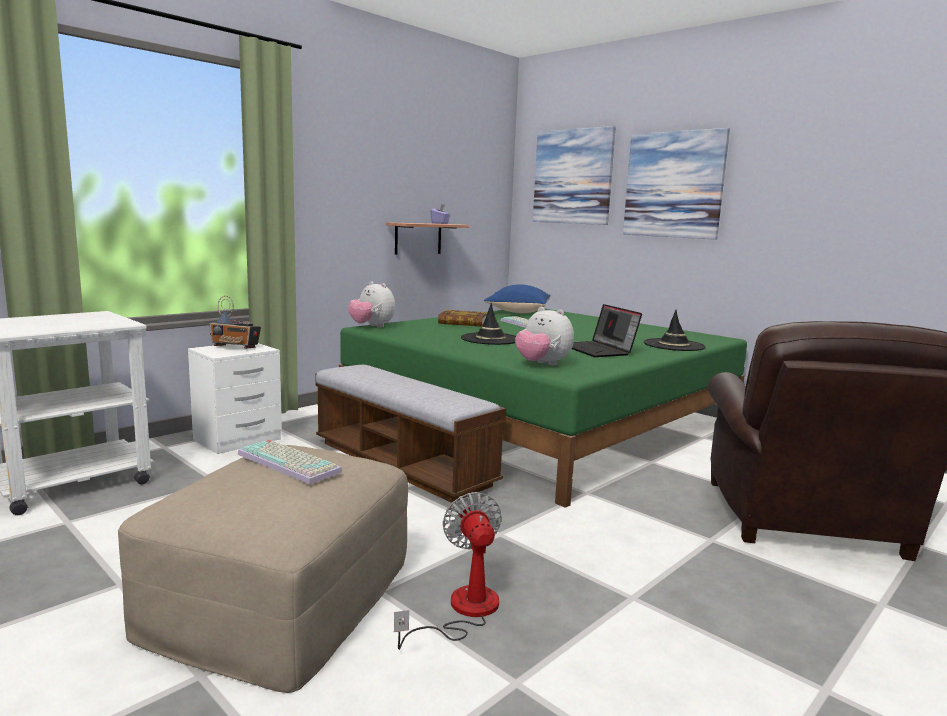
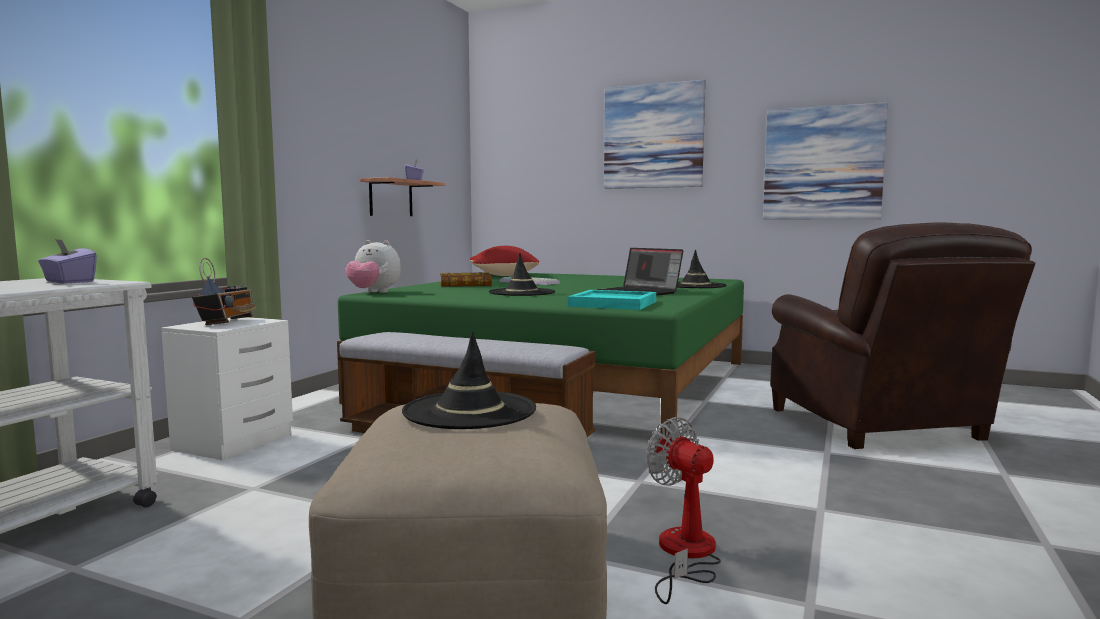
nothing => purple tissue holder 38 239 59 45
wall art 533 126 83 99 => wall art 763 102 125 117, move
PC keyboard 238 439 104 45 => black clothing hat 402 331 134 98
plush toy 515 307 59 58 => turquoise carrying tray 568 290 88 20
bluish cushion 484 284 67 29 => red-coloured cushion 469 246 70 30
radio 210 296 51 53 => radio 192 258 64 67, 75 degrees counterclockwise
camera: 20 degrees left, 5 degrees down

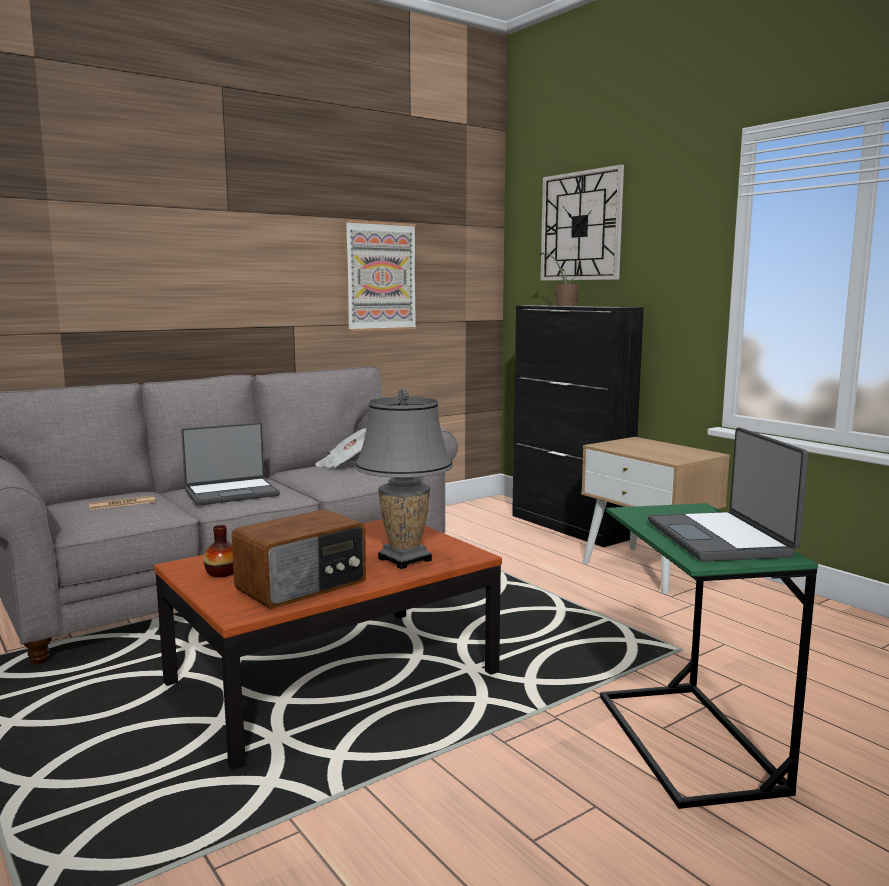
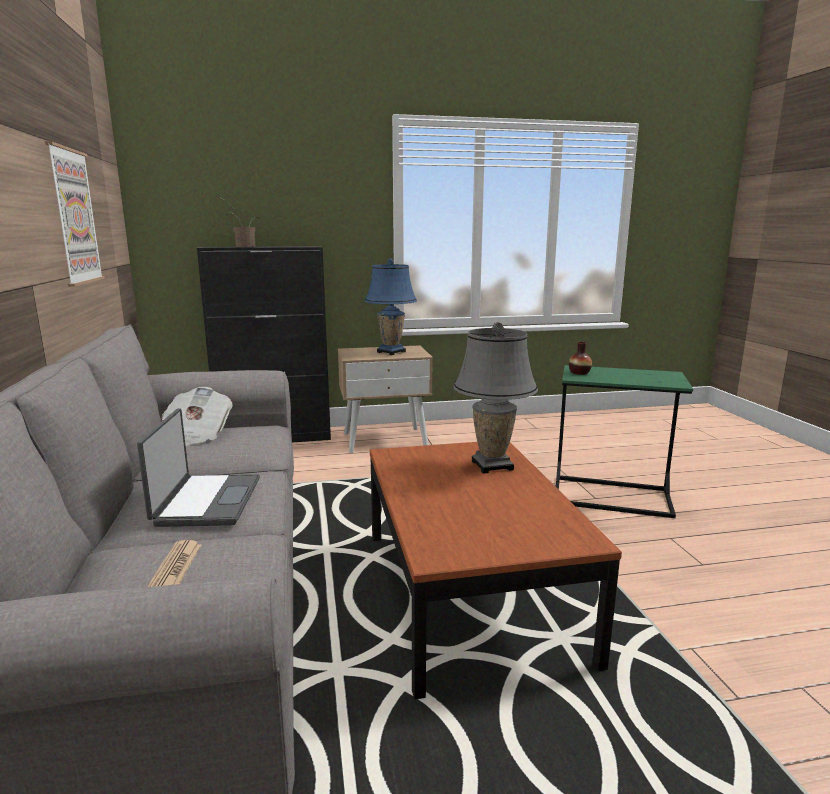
radio 232 509 134 100 => nothing
clock on the wall 540 164 84 117 => nothing
laptop 648 427 160 135 => nothing
nothing => bluish table lamp 365 259 52 96
decorative vase 204 525 30 52 => decorative vase 569 342 23 33, move
camera: 65 degrees left, 5 degrees up

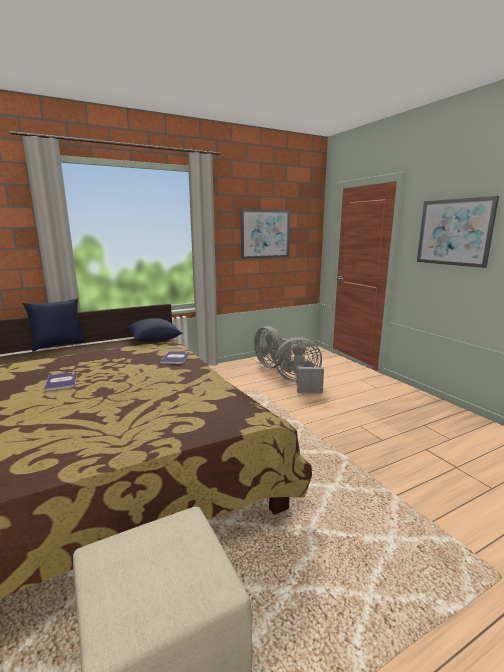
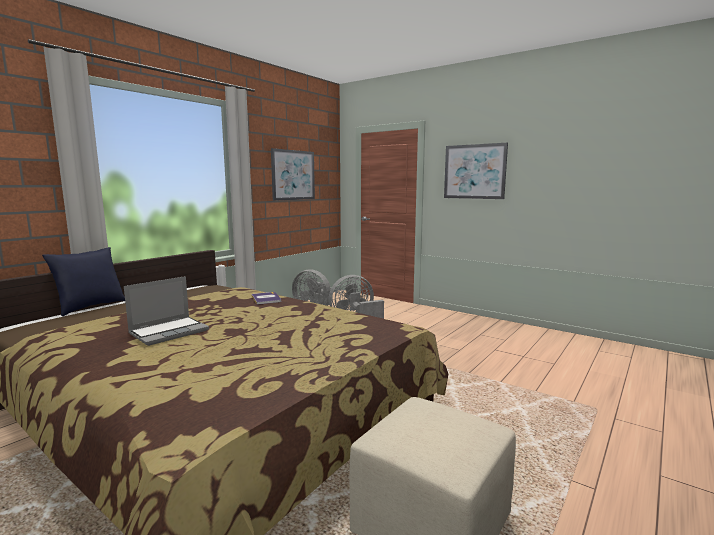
bluish cushion 125 318 57 24 => nothing
volume 44 372 33 20 => laptop 124 276 85 70
camera: 25 degrees left, 5 degrees down

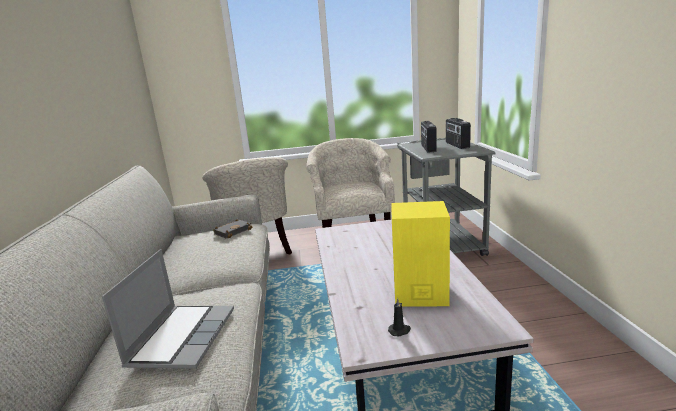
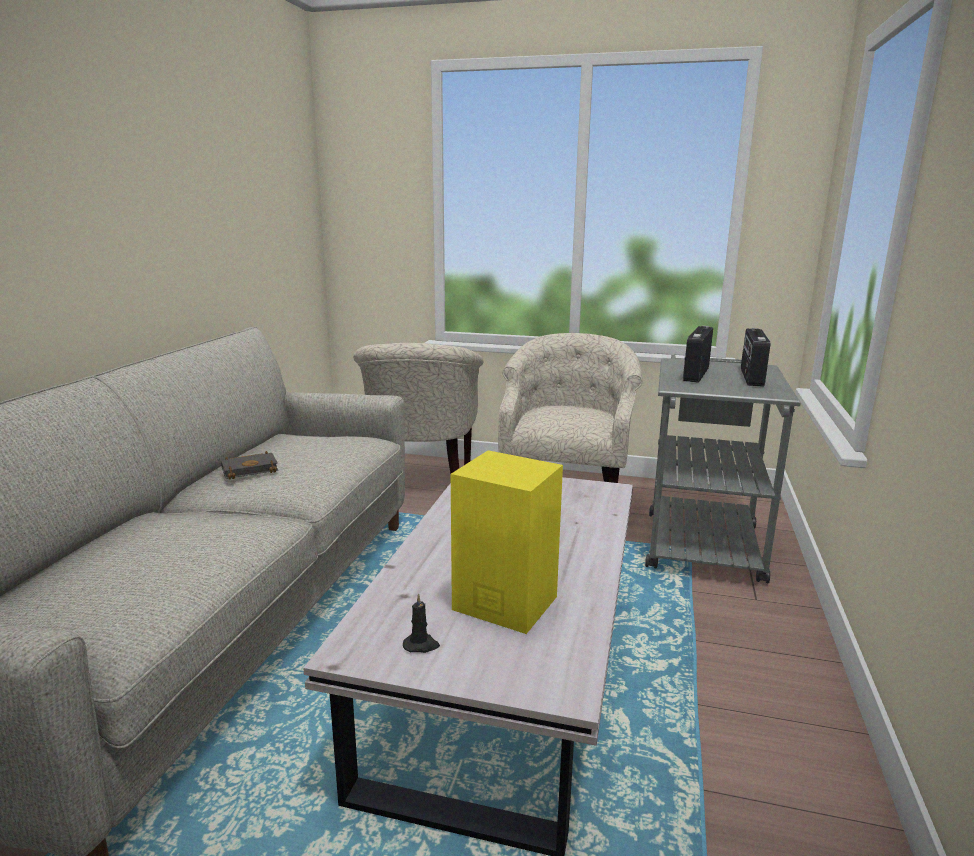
laptop 102 249 132 120 => nothing
black volume 213 219 39 19 => black volume 221 451 57 29, move
camera: 20 degrees right, 0 degrees up

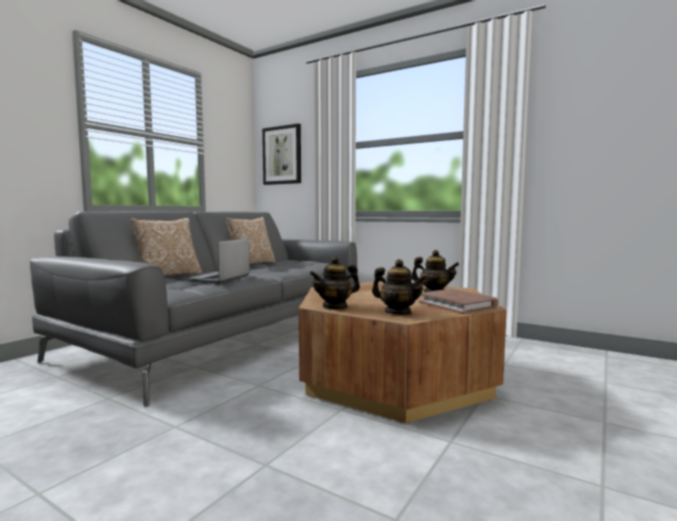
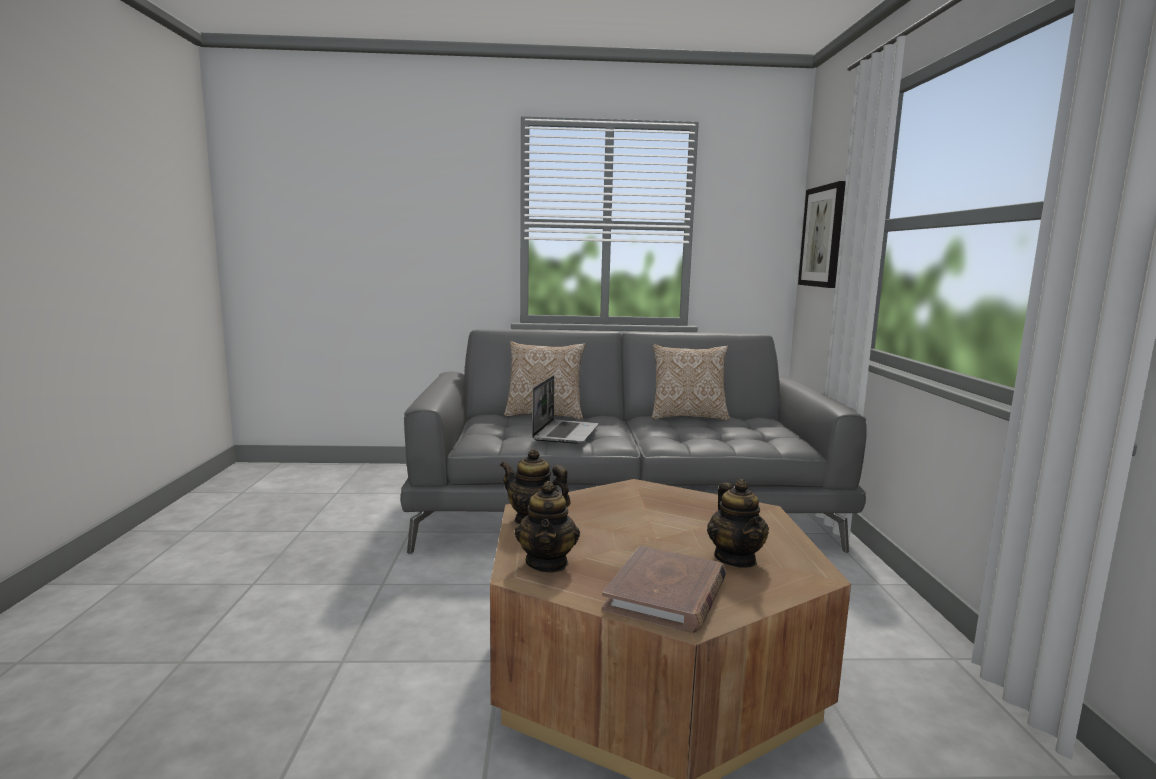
laptop 186 238 64 45 => laptop 532 375 67 69, 120 degrees clockwise
camera: 55 degrees right, 5 degrees up

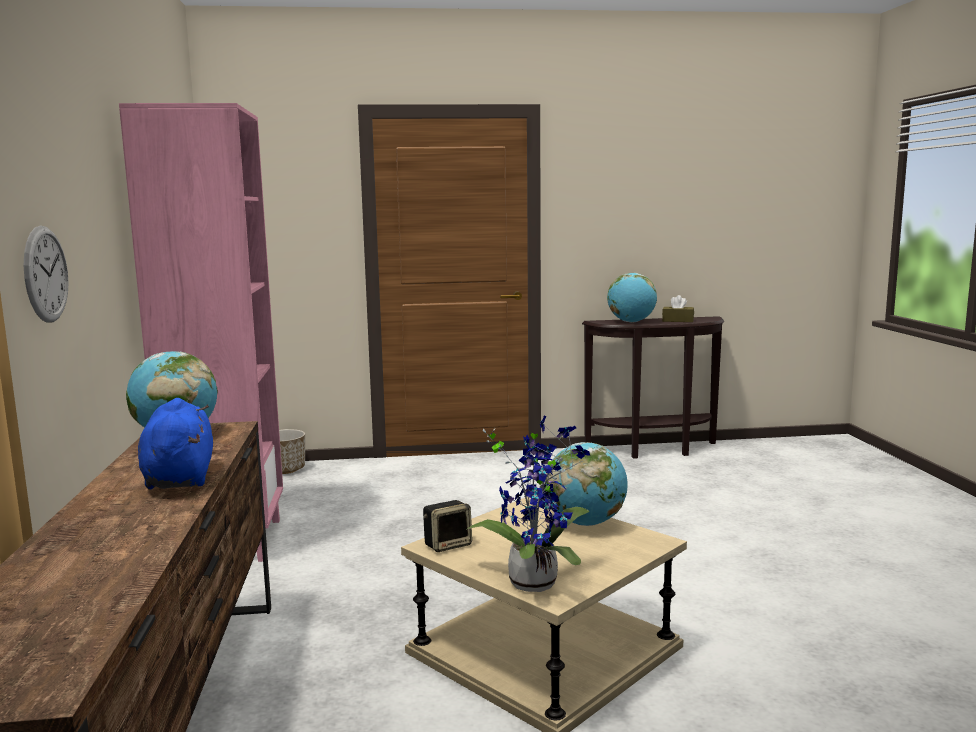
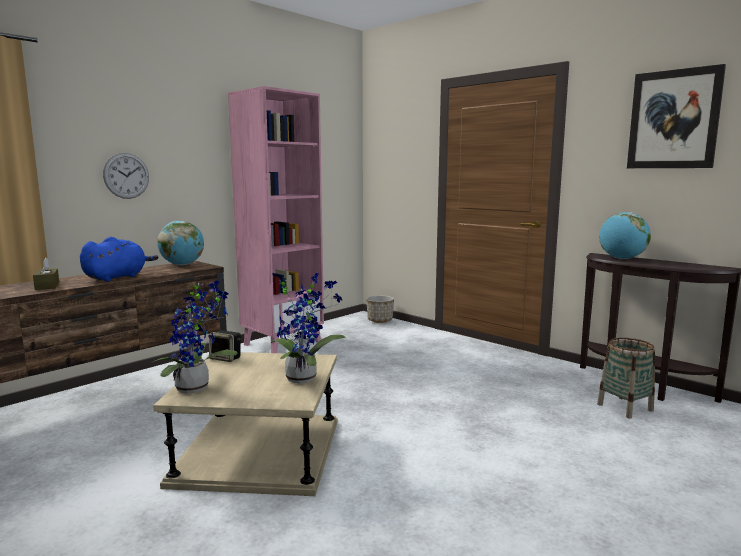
nothing => basket 597 338 58 81
nothing => wall art 627 64 99 104
brown-coloured tissue holder 662 295 32 27 => brown-coloured tissue holder 33 258 26 32, move
world globe 545 442 83 84 => houseplant 270 273 75 111
camera: 50 degrees right, 0 degrees up

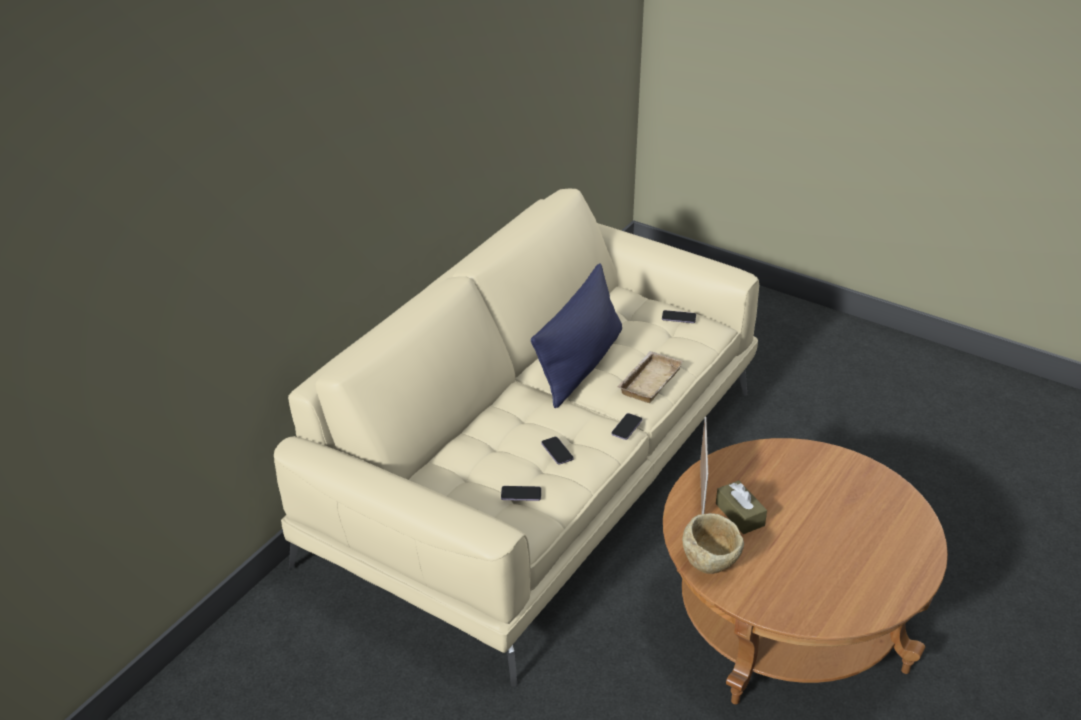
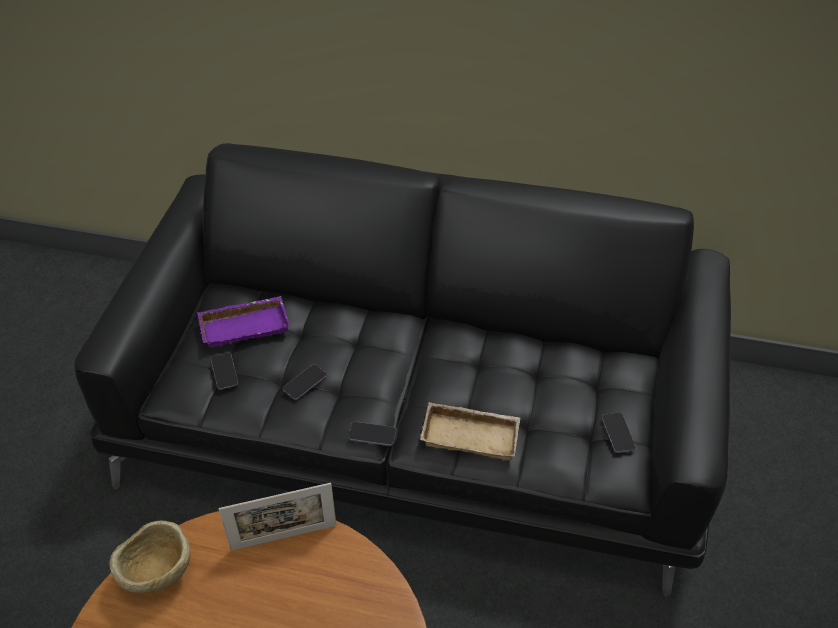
bluish cushion 531 263 91 145 => nothing
brown-coloured tissue holder 716 480 51 54 => nothing
nothing => purple carrying tray 197 296 93 52
sand-coloured settee 274 189 485 498 => black settee 74 143 657 454
camera: 70 degrees right, 10 degrees up

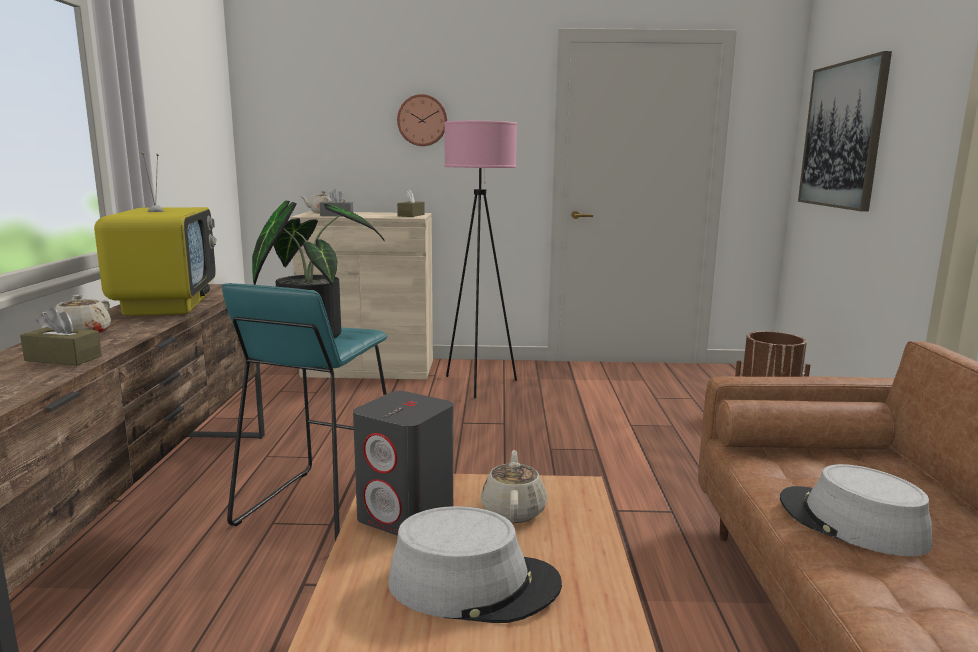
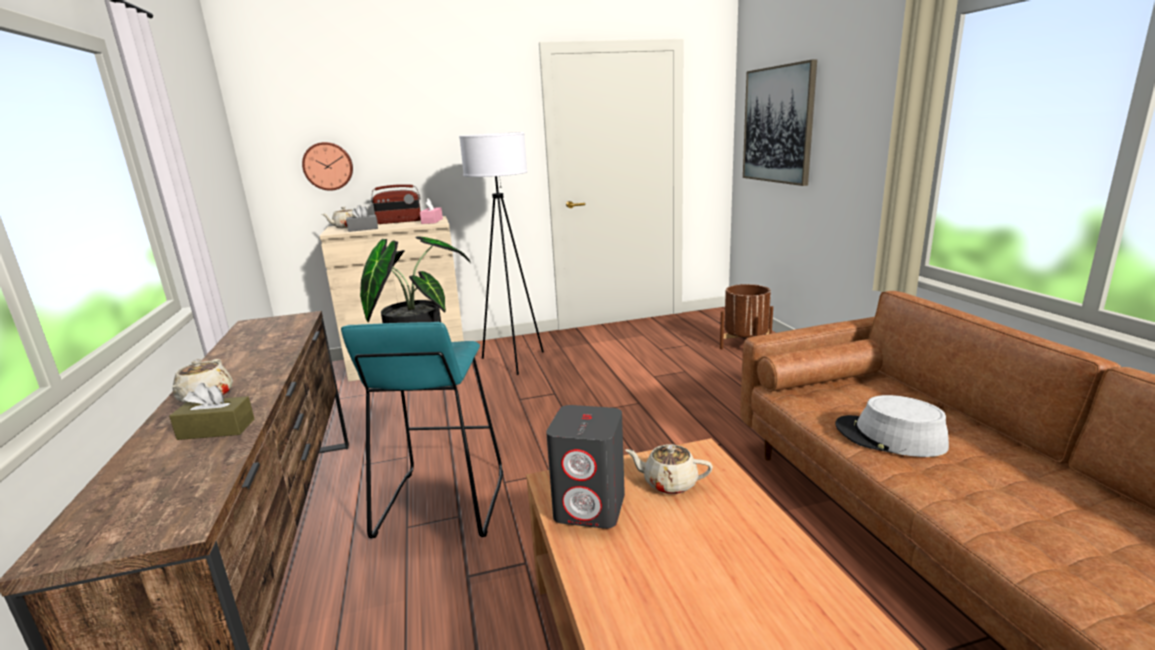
TV set 94 152 122 164 => nothing
greyish clothing hat 388 506 174 117 => nothing
nothing => radio 371 184 50 40
clock on the wall 397 94 50 52 => clock on the wall 302 142 51 49, move
brown-coloured tissue holder 397 190 28 27 => pink tissue holder 420 198 23 26
pink standard lamp 444 121 73 277 => white standard lamp 459 132 85 243
sand-coloured pot for tea 481 450 66 73 => sand-coloured pot for tea 625 445 88 49, 60 degrees counterclockwise
camera: 15 degrees left, 5 degrees up

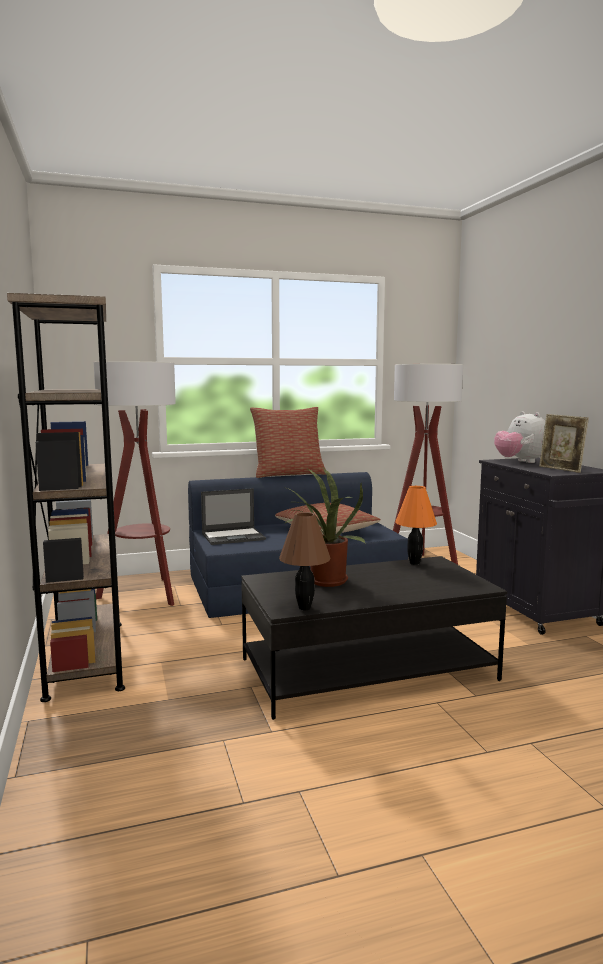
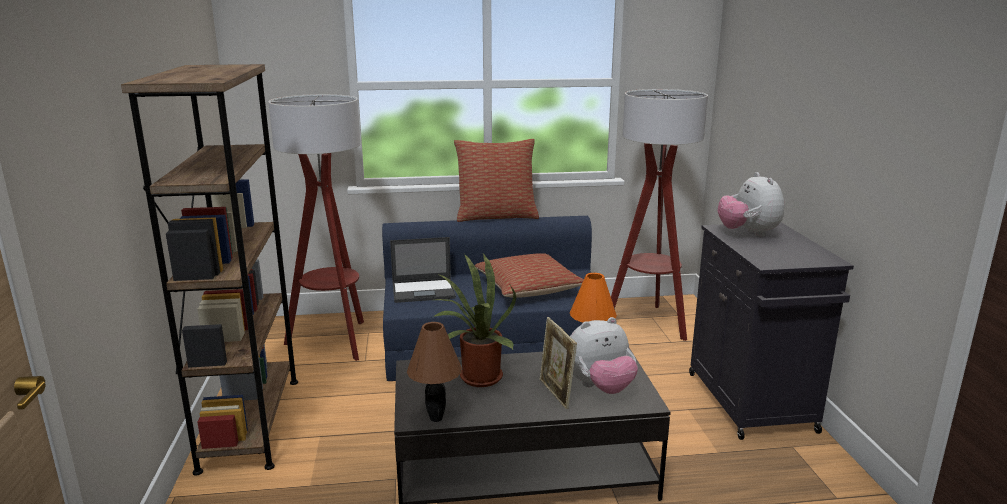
nothing => plush toy 570 317 68 77
picture frame 539 414 50 59 => picture frame 540 317 37 92, move
camera: 10 degrees right, 10 degrees up

